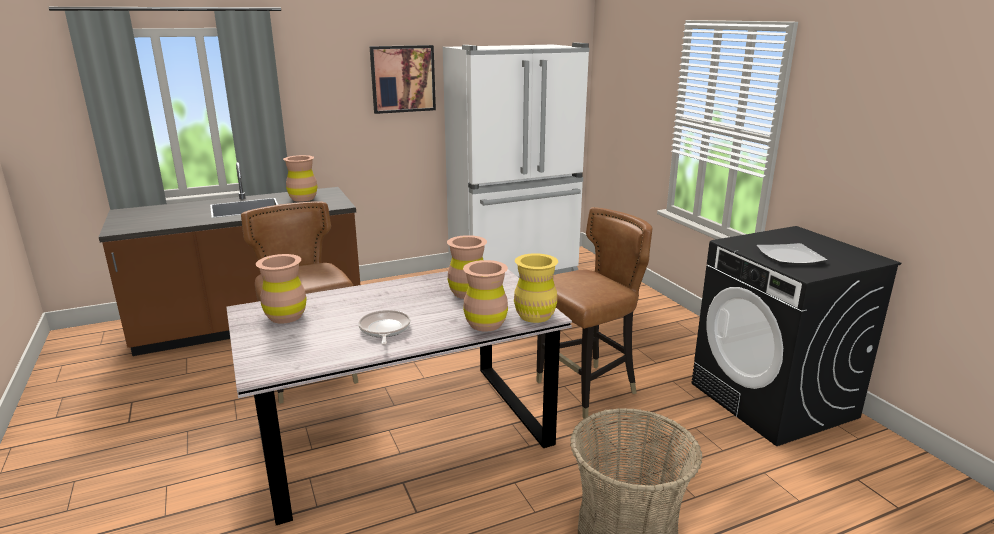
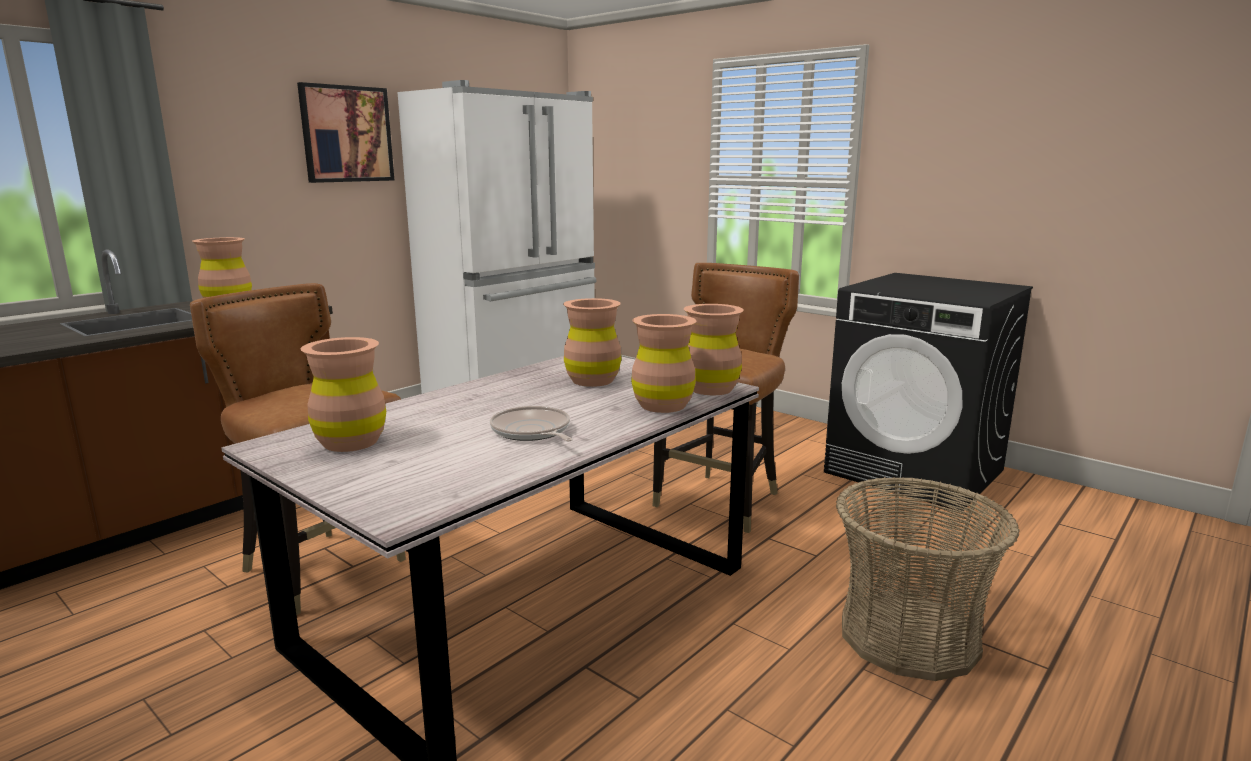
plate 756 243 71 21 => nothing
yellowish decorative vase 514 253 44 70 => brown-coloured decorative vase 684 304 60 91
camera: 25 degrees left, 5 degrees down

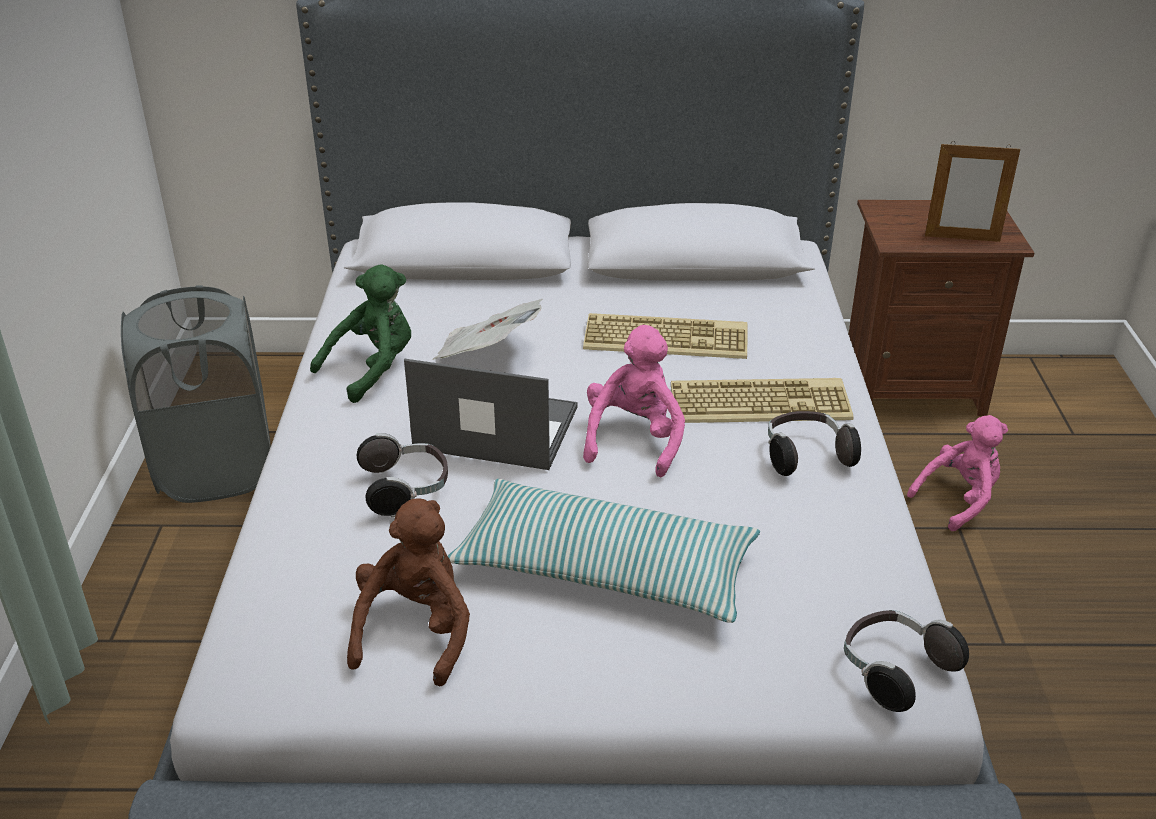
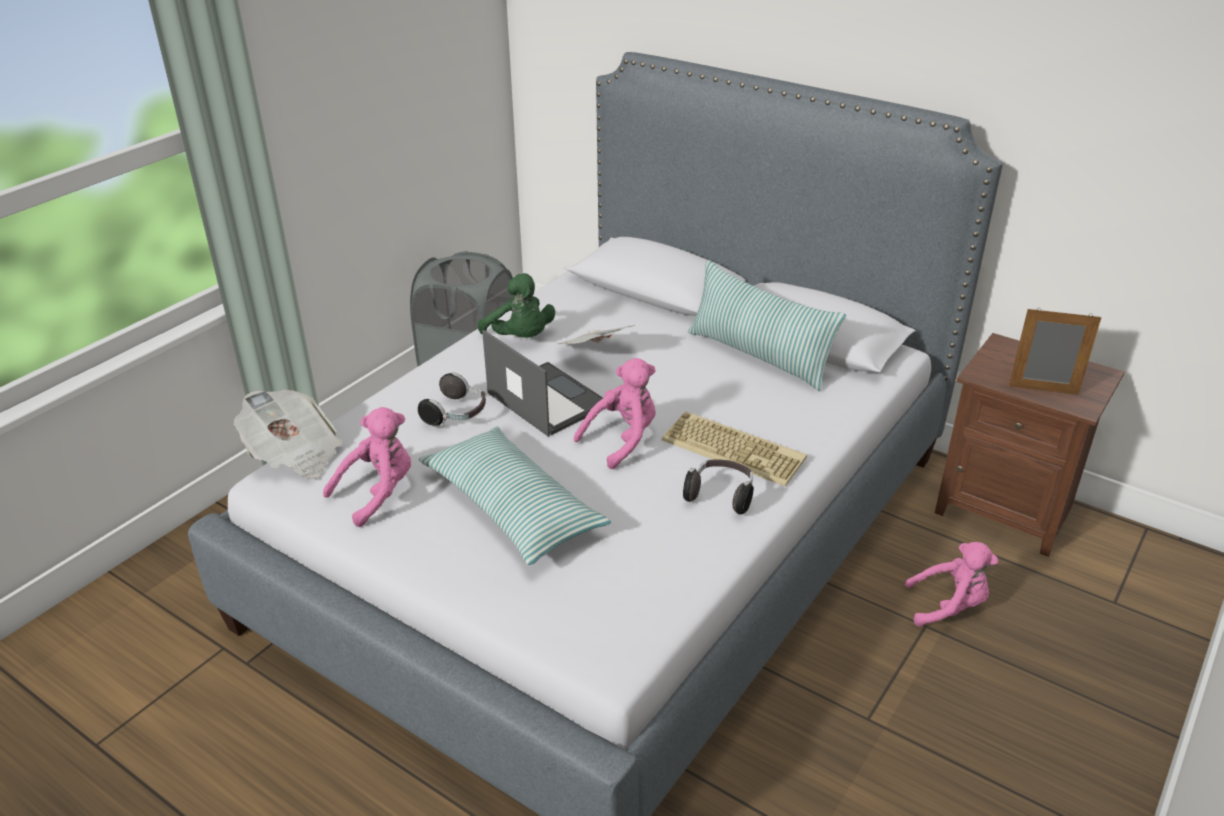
PC keyboard 583 313 164 46 => nothing
pair of headphones 844 610 125 102 => nothing
nothing => newspaper 234 390 108 89
nothing => cushion 688 260 158 131
brown-coloured plush toy 347 498 123 188 => pink plush toy 323 407 88 120
greenish plush toy 310 264 101 139 => greenish plush toy 478 273 77 65, 60 degrees clockwise
picture frame 925 141 95 101 => picture frame 1009 308 92 87, 150 degrees clockwise
camera: 35 degrees right, 0 degrees up

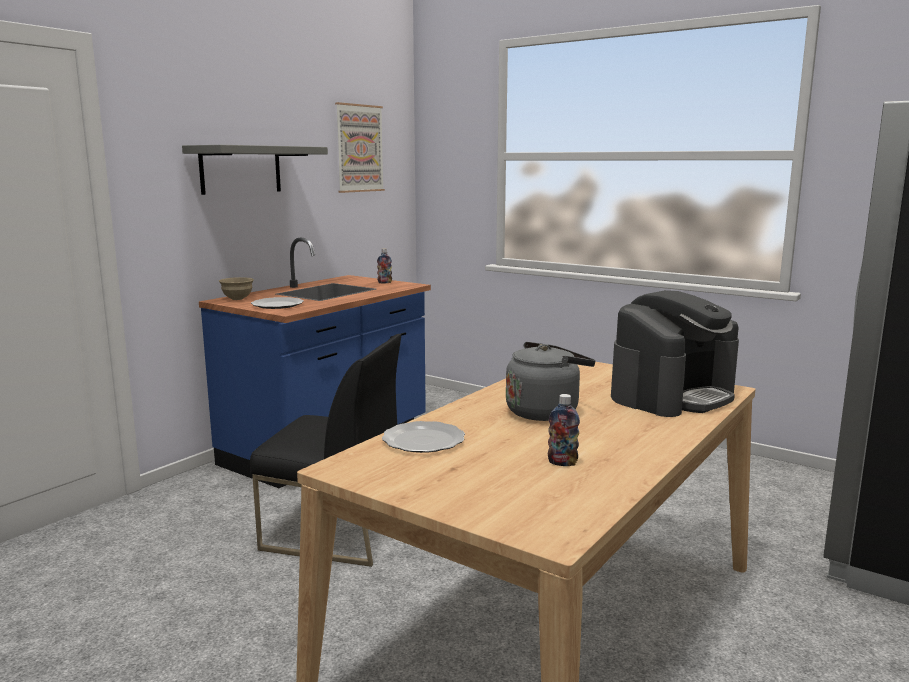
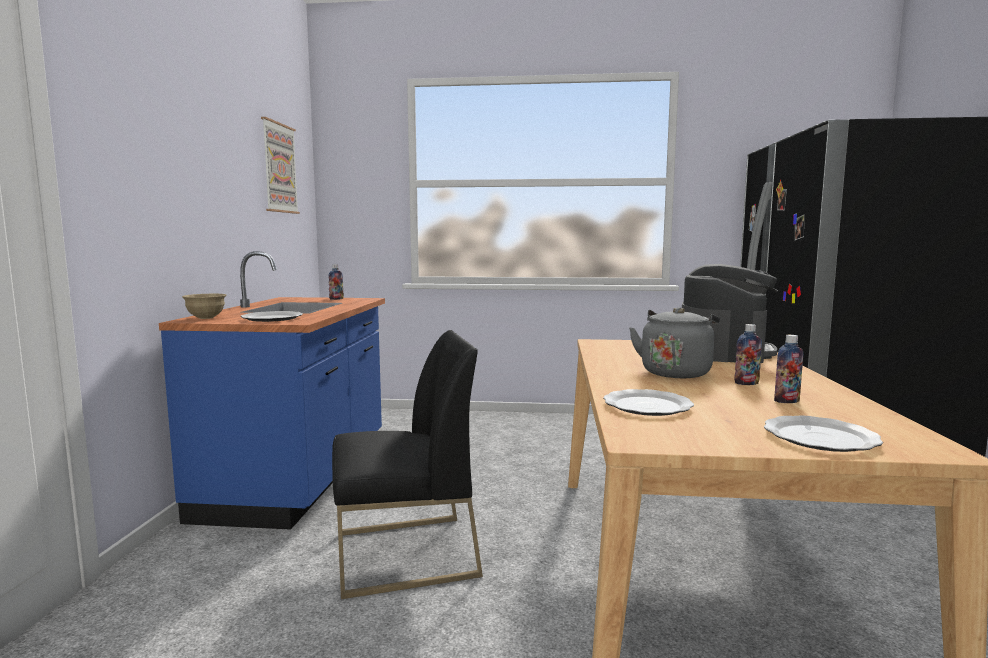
greyish shelf 182 145 146 50 => nothing
nothing => beverage bottle 734 324 28 61
nothing => plate 764 415 119 37
camera: 30 degrees left, 5 degrees down

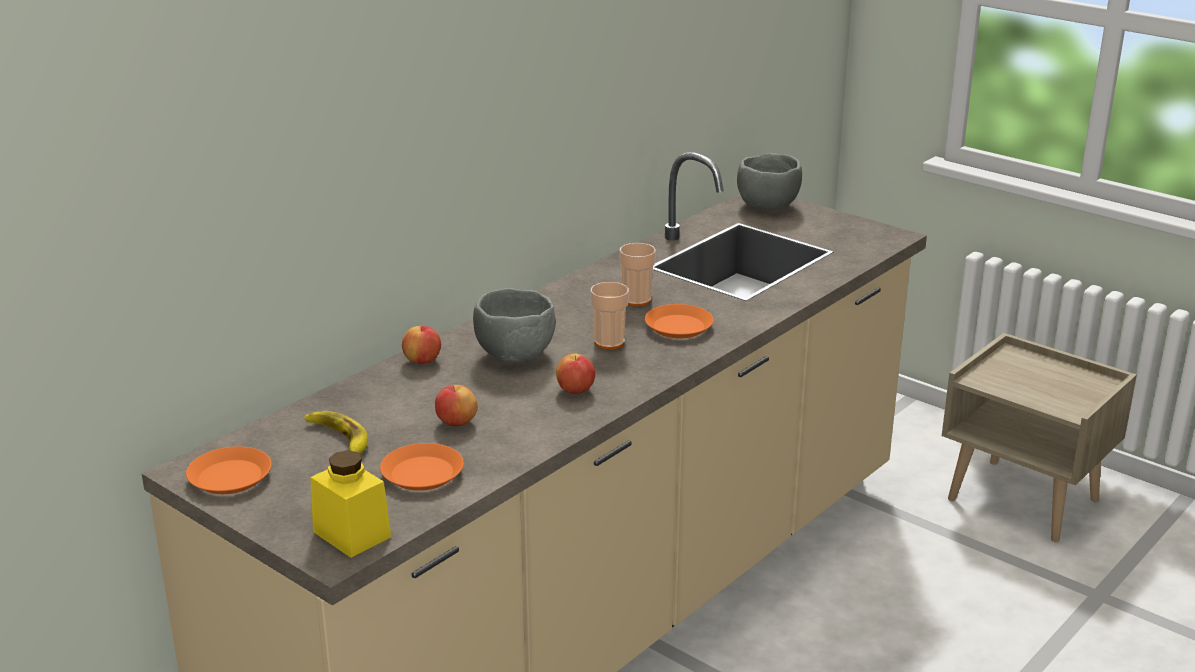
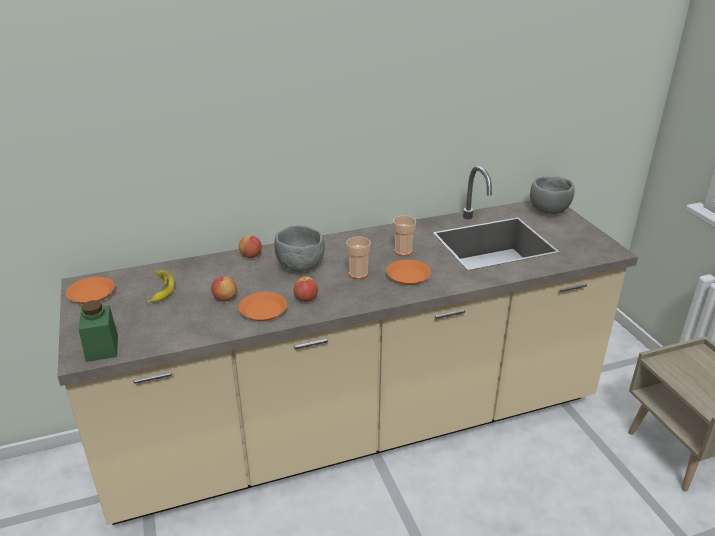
orangey plate 380 443 84 48 => orangey plate 239 292 48 29, move
yellowish storage jar 310 450 81 108 => greenish storage jar 79 300 39 62
camera: 30 degrees right, 5 degrees up

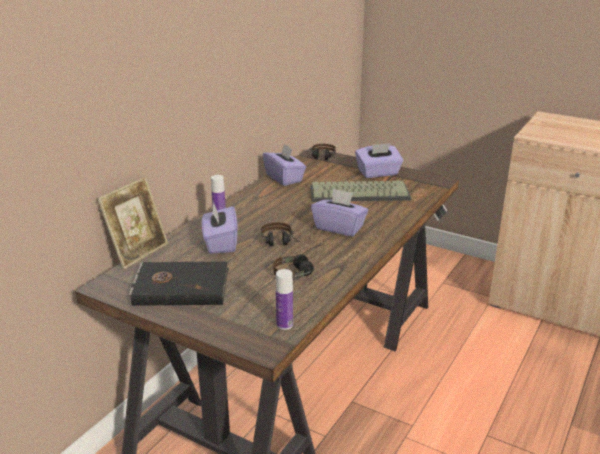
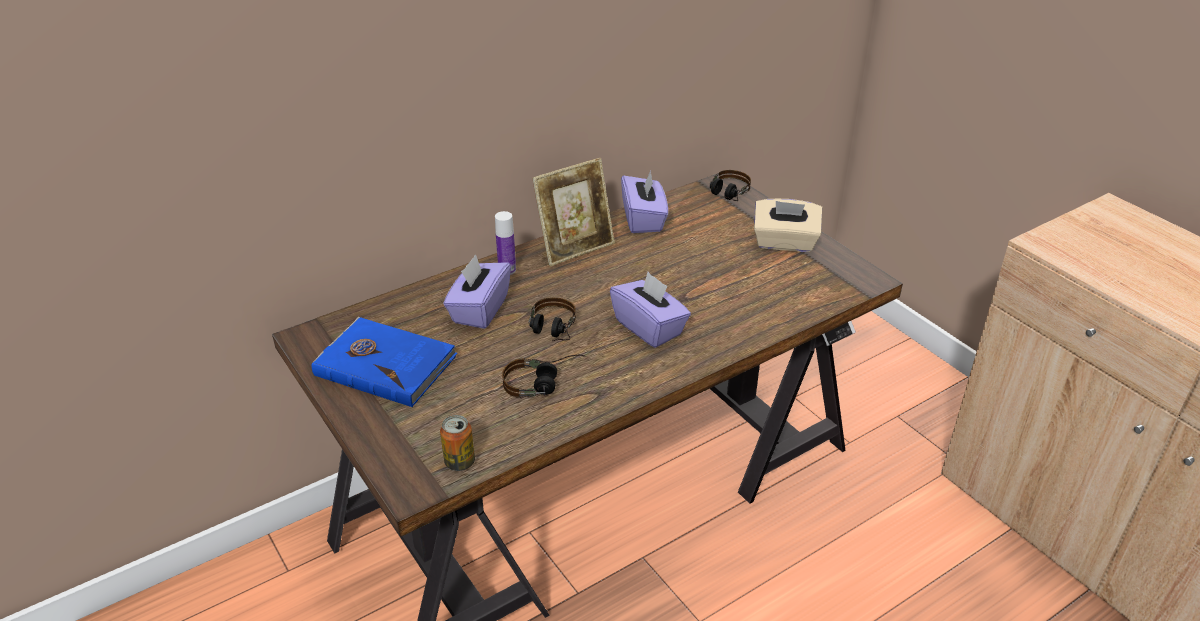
PC keyboard 310 181 101 21 => nothing
picture frame 97 177 71 92 => picture frame 532 158 83 108, move
beverage bottle 276 269 17 61 => metal can 440 415 35 56
black volume 129 261 100 45 => bluish volume 312 317 146 90
purple tissue holder 355 143 48 35 => sand-coloured tissue holder 754 199 68 53
camera: 25 degrees right, 10 degrees up

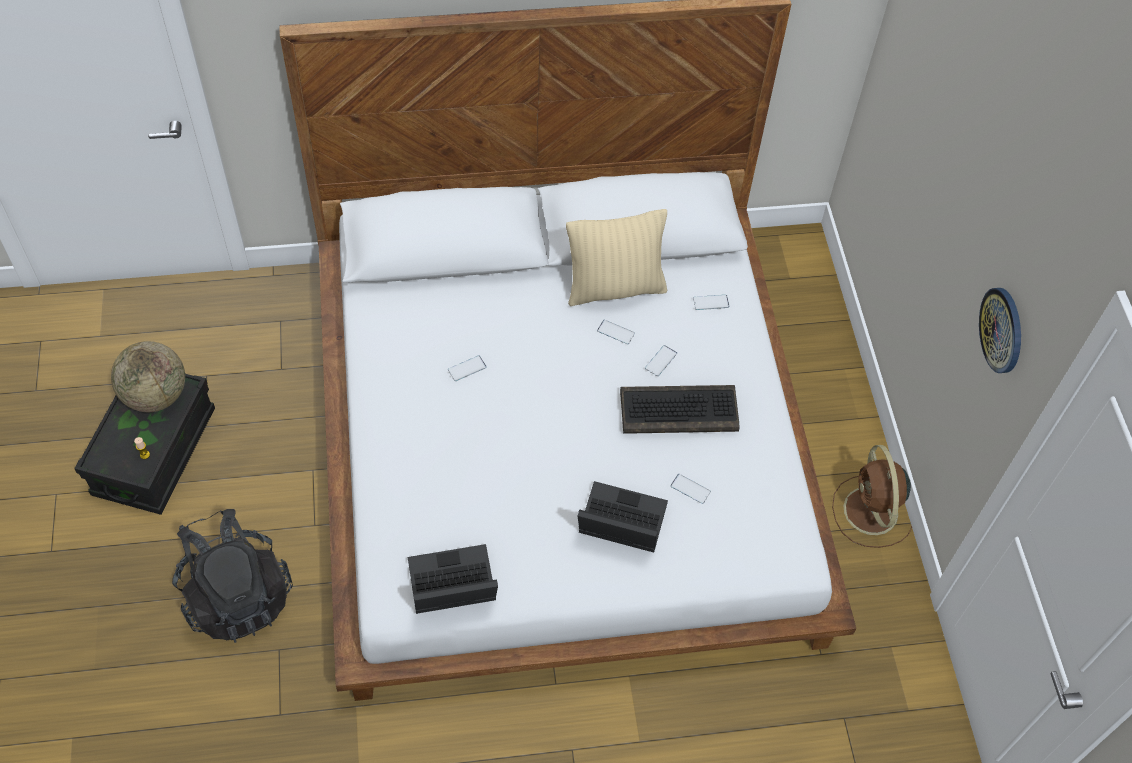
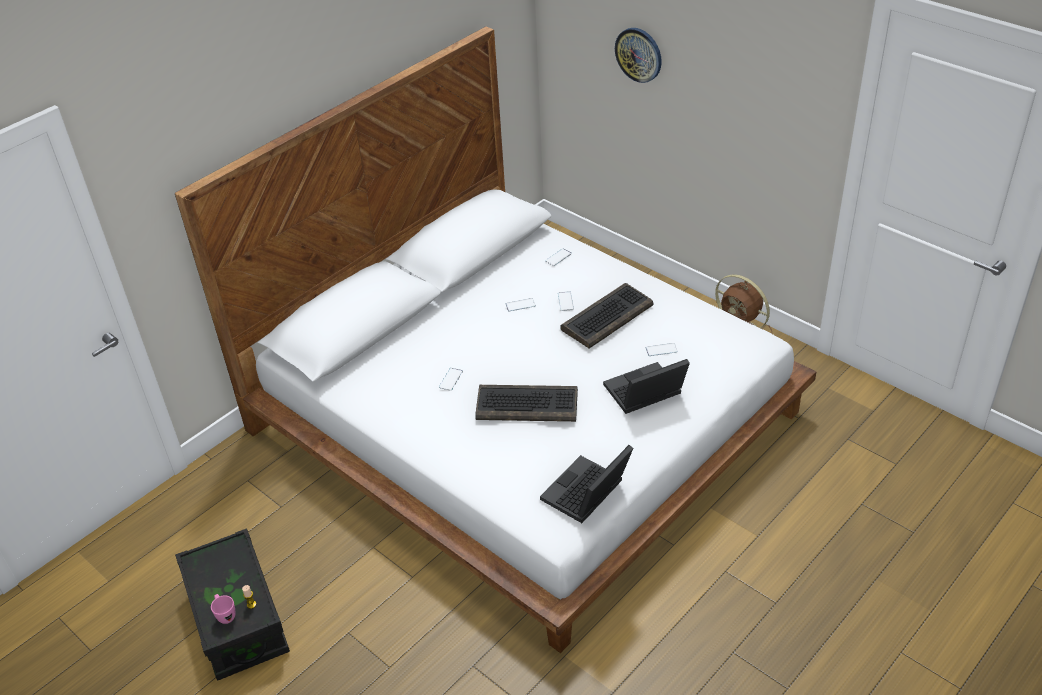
world globe 111 341 74 71 => nothing
black knapsack 172 509 121 134 => nothing
sand-coloured cushion 566 209 101 97 => nothing
nothing => pink coffee mug 211 594 24 30
nothing => PC keyboard 475 385 103 37
clock on the wall 979 288 42 85 => clock on the wall 615 28 47 55, move
camera: 35 degrees left, 15 degrees down

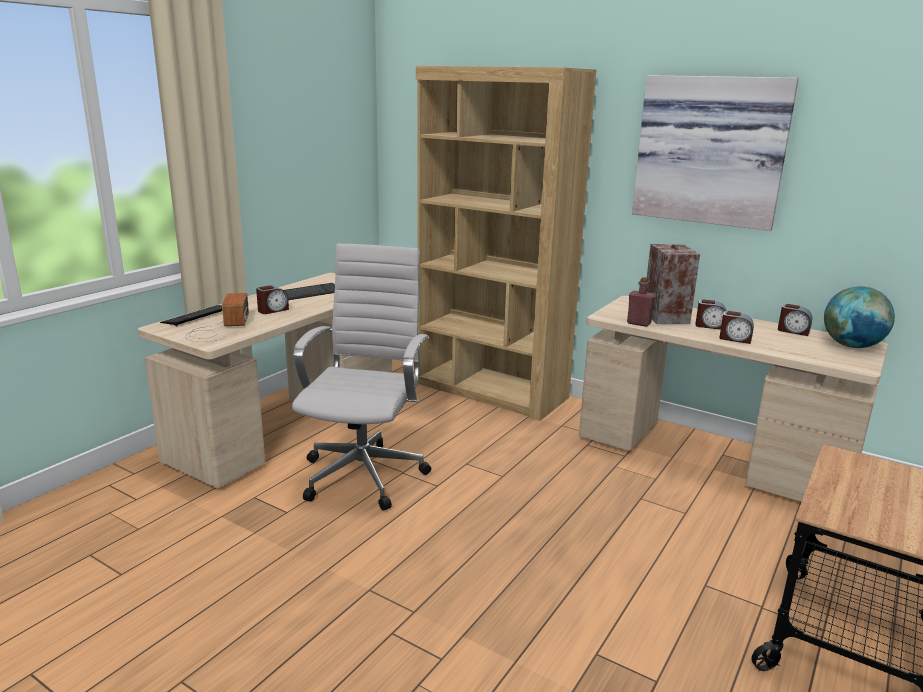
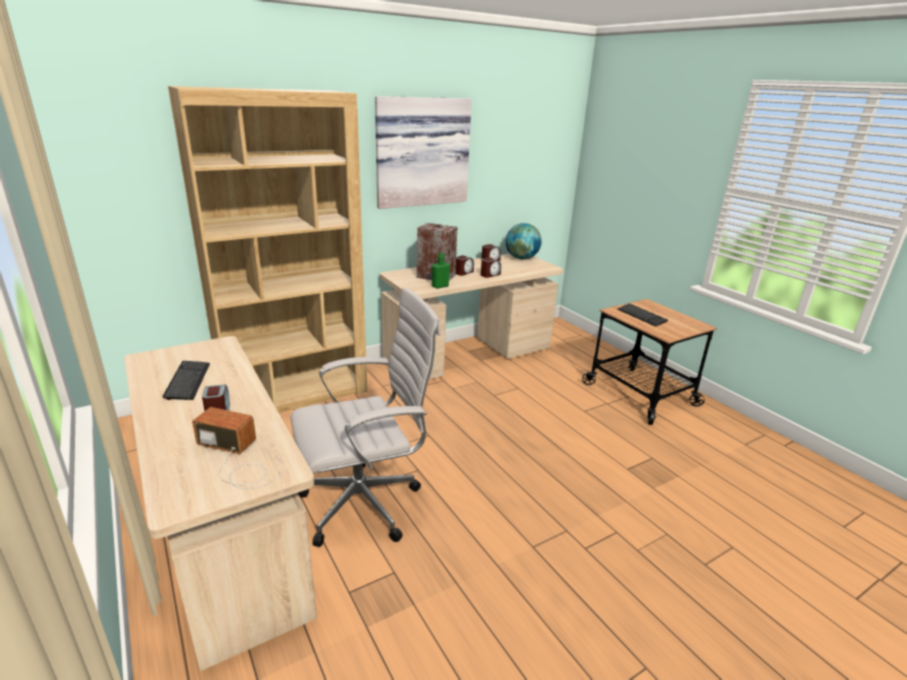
PC keyboard 160 305 62 21 => PC keyboard 617 304 51 23, move
red-coloured beverage bottle 627 277 28 50 => greenish beverage bottle 432 252 18 37
white office chair 292 243 139 268 => white office chair 291 287 150 260, 120 degrees clockwise
camera: 65 degrees left, 5 degrees up

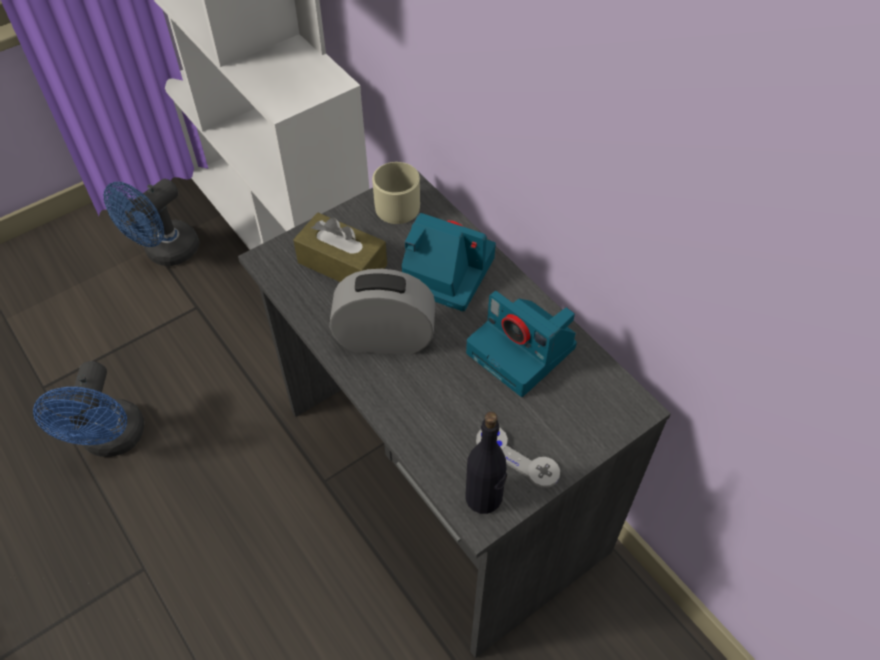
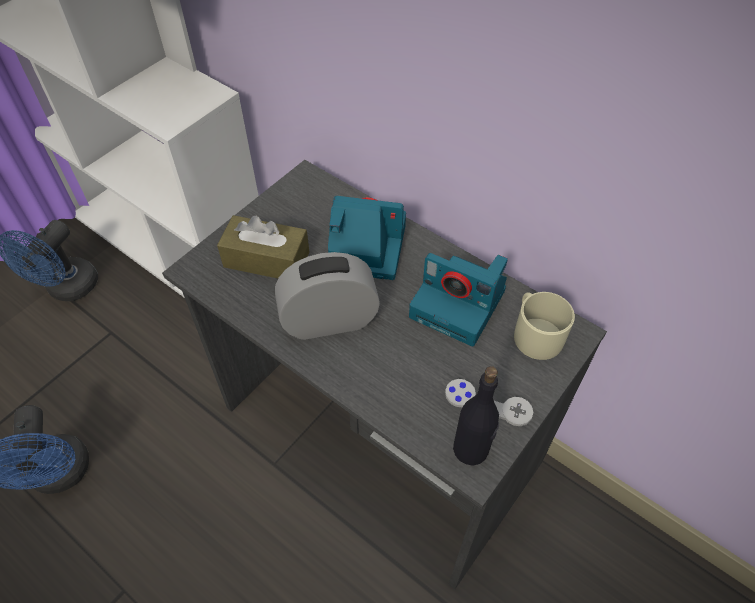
sand-coloured coffee mug 372 162 48 62 => sand-coloured coffee mug 514 292 61 68, move
camera: 15 degrees left, 0 degrees up

